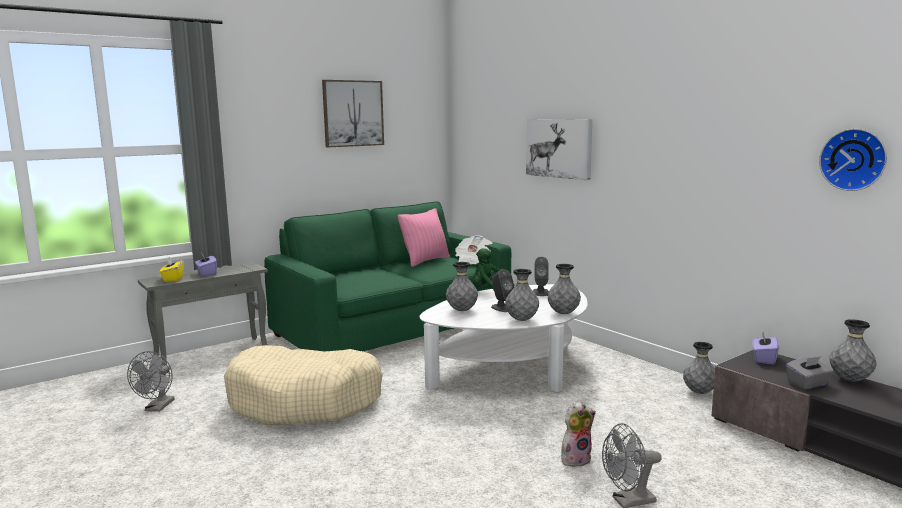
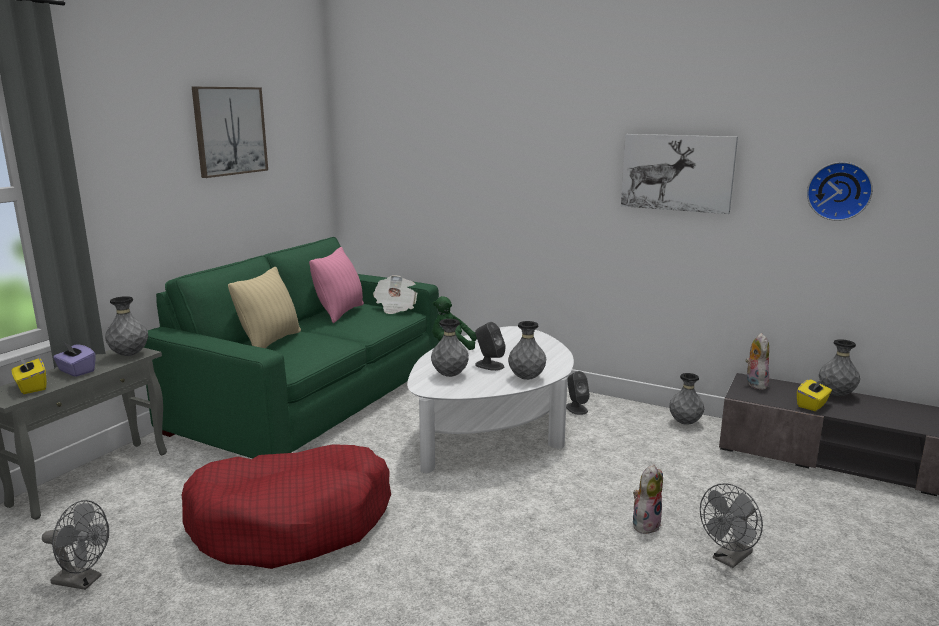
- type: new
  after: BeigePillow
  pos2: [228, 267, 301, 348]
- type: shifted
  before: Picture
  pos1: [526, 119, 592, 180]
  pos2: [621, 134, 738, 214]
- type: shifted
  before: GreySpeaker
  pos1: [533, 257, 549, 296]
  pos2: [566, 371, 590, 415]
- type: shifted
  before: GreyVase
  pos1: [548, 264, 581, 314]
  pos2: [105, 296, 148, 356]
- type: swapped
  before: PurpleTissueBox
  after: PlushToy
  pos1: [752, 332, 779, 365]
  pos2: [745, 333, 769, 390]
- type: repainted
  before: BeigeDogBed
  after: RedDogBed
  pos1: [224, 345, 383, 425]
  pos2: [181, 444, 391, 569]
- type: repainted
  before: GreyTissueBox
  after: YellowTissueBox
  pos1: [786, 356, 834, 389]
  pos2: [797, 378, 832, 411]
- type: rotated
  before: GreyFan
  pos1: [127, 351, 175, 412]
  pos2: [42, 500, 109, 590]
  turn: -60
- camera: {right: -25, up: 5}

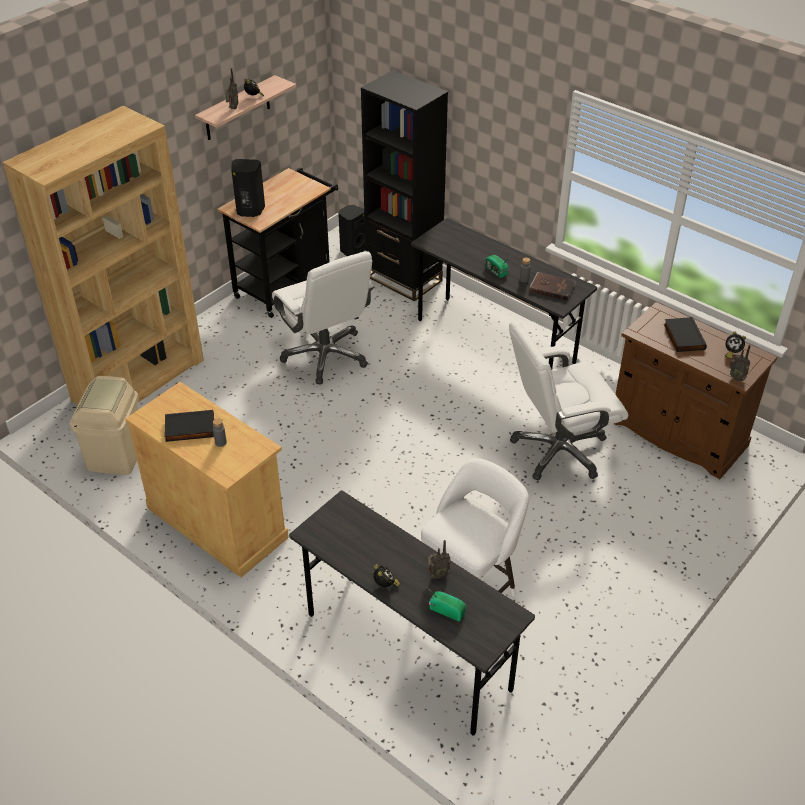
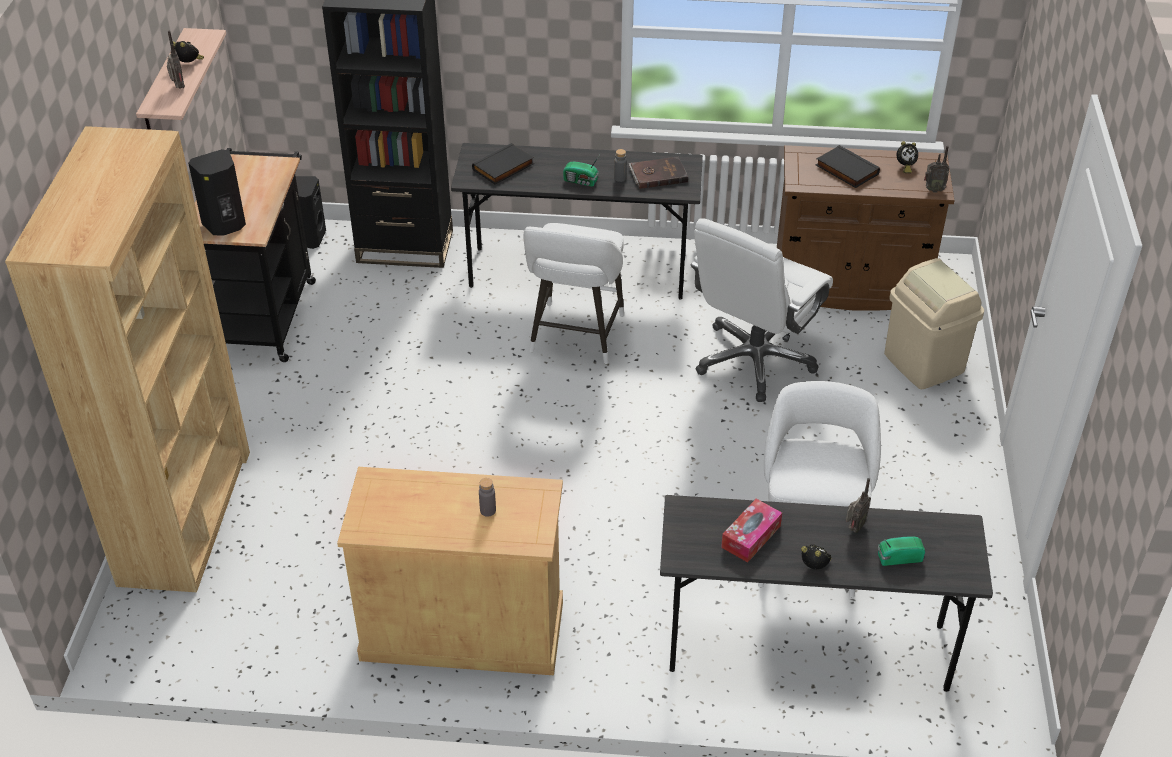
- type: gone
  before: WhiteOfficeChair
  pos1: [272, 251, 374, 384]
- type: new
  after: WhiteStool
  pos2: [523, 223, 624, 364]
- type: new
  after: TissueBox
  pos2: [721, 499, 782, 562]
- type: shifted
  before: BeigeTrashCan
  pos1: [70, 376, 139, 475]
  pos2: [884, 258, 984, 389]
- type: shifted
  before: BlackBook
  pos1: [164, 410, 214, 442]
  pos2: [472, 143, 534, 184]
- camera: {right: -35, up: 0}

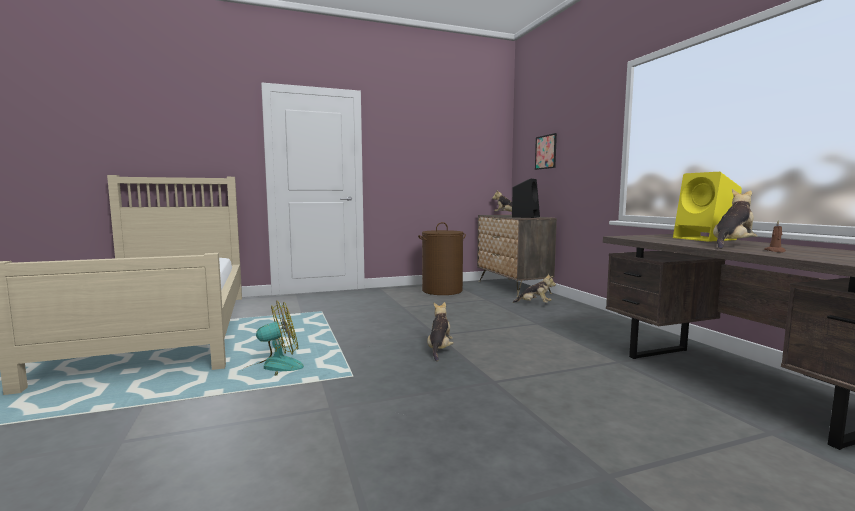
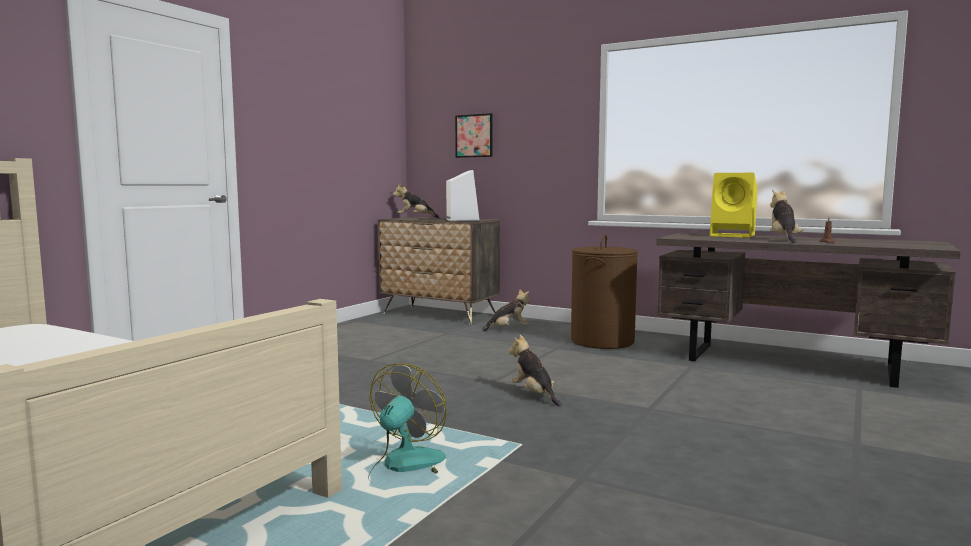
- type: shifted
  before: BrownLaundryBasket
  pos1: [418, 222, 466, 295]
  pos2: [571, 235, 638, 349]
- type: repainted
  before: BlackSpeaker
  after: WhiteSpeaker
  pos1: [512, 178, 540, 218]
  pos2: [446, 170, 480, 221]
- camera: {right: -40, up: 0}

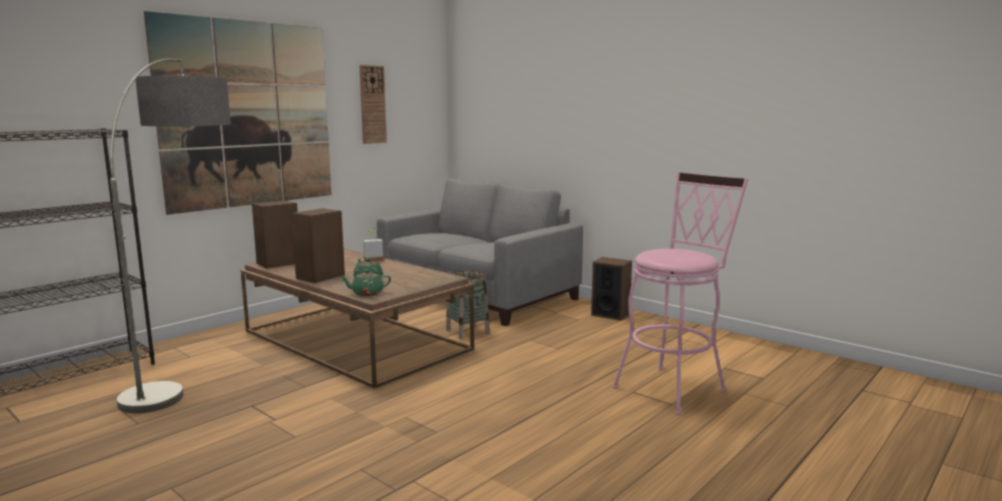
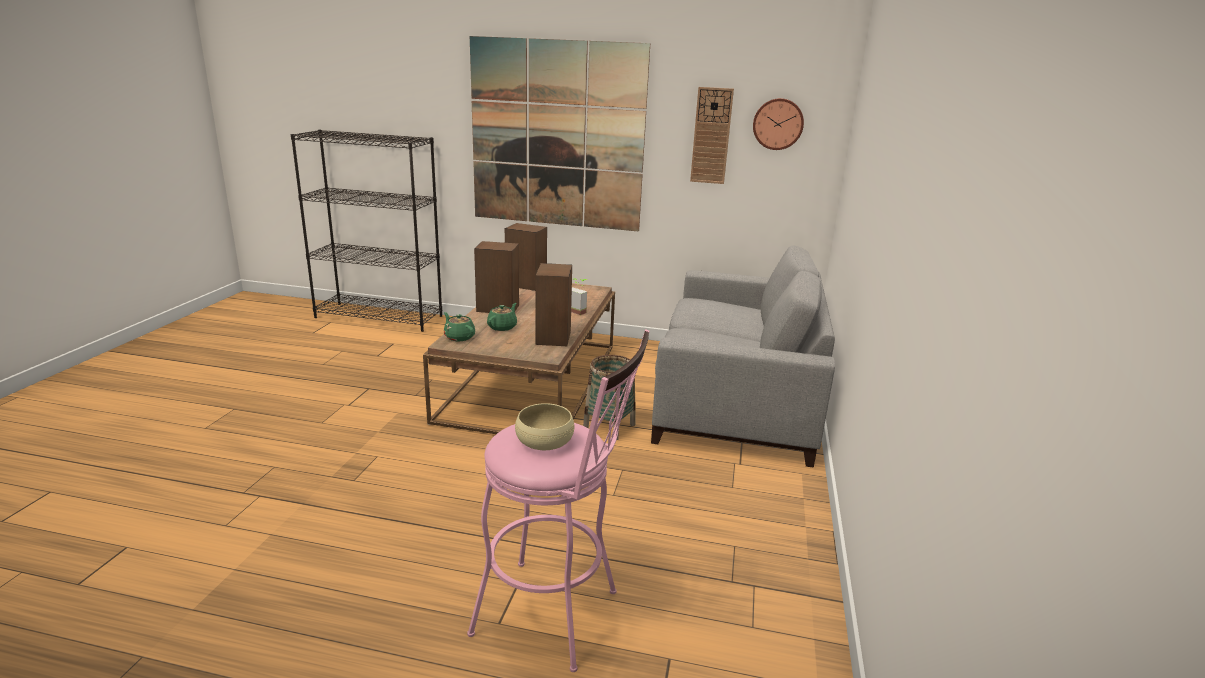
- type: gone
  before: FloorLamp
  pos1: [110, 59, 231, 413]
- type: new
  after: BeigeBowl
  pos2: [515, 403, 574, 450]
- type: new
  after: WallClock
  pos2: [753, 98, 804, 150]
- type: shifted
  before: Speaker
  pos1: [591, 257, 632, 321]
  pos2: [535, 263, 572, 346]
- camera: {right: 60, up: 10}

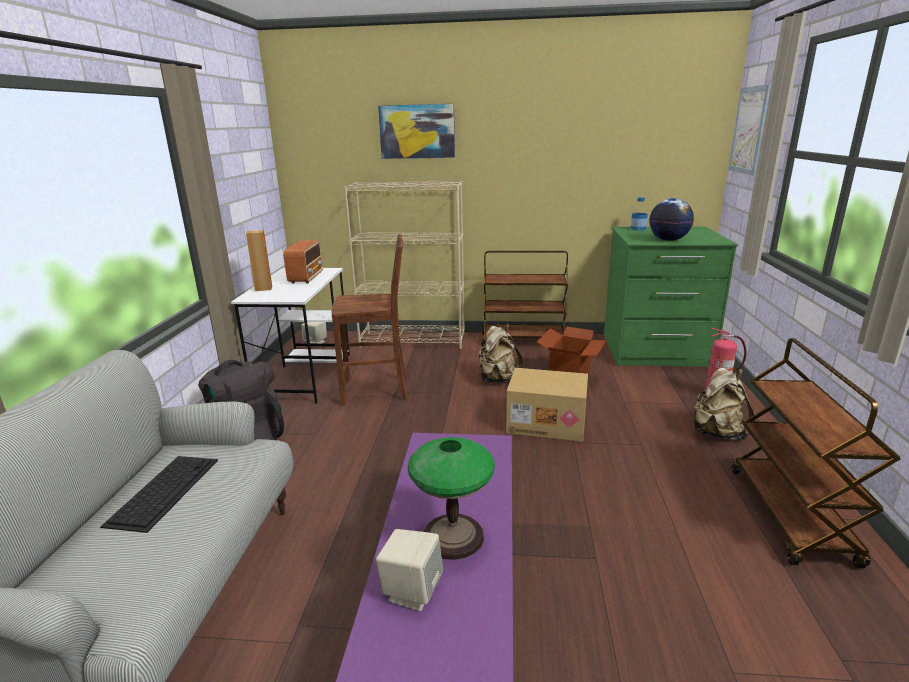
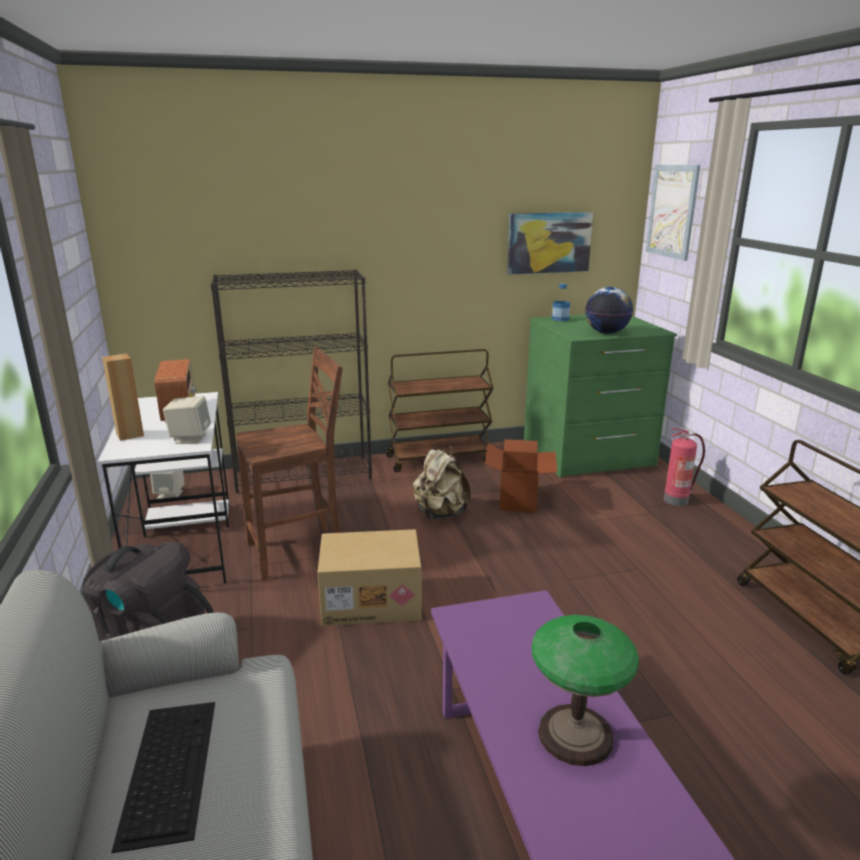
- type: gone
  before: BeigeBackpack
  pos1: [691, 368, 755, 440]
- type: shifted
  before: BeigeSpeaker
  pos1: [376, 529, 443, 611]
  pos2: [163, 396, 211, 444]
- type: shifted
  before: Picture
  pos1: [378, 104, 455, 159]
  pos2: [507, 212, 593, 275]
- type: shifted
  before: CardboardBox
  pos1: [506, 368, 588, 442]
  pos2: [317, 529, 422, 626]
- type: repainted
  before: BeigeBookcase
  after: BlackBookcase
  pos1: [344, 181, 465, 349]
  pos2: [211, 269, 372, 493]
- camera: {right: -20, up: 0}

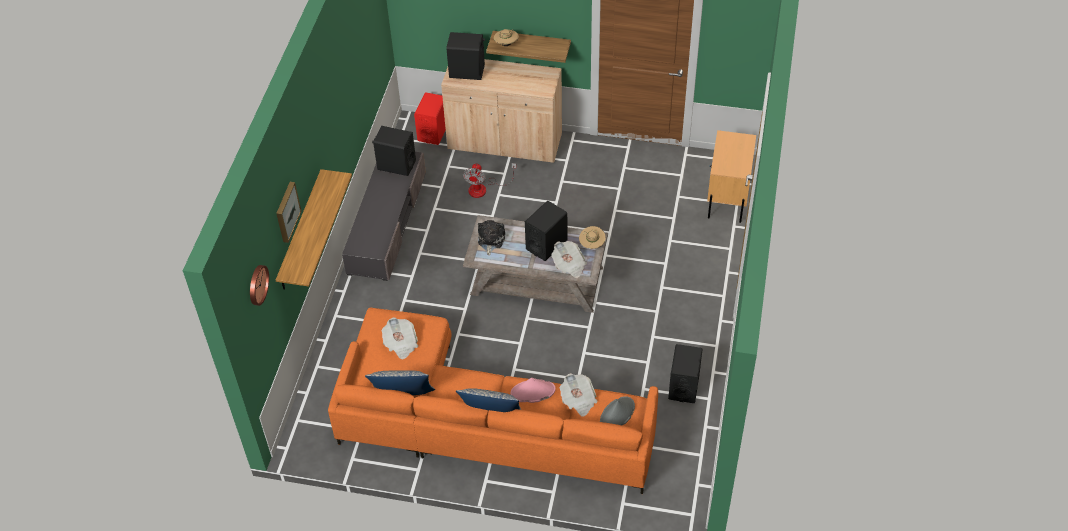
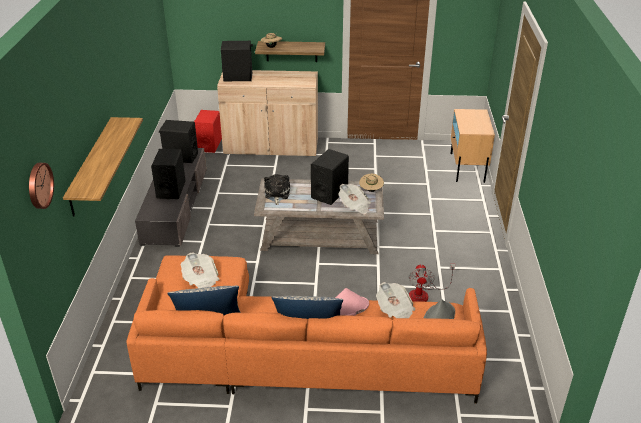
- type: gone
  before: Picture
  pos1: [276, 182, 301, 243]
- type: shifted
  before: Fan
  pos1: [463, 163, 516, 198]
  pos2: [409, 264, 455, 302]
- type: shifted
  before: BlackSpeaker
  pos1: [668, 344, 703, 403]
  pos2: [151, 149, 186, 199]
- camera: {right: -10, up: -15}

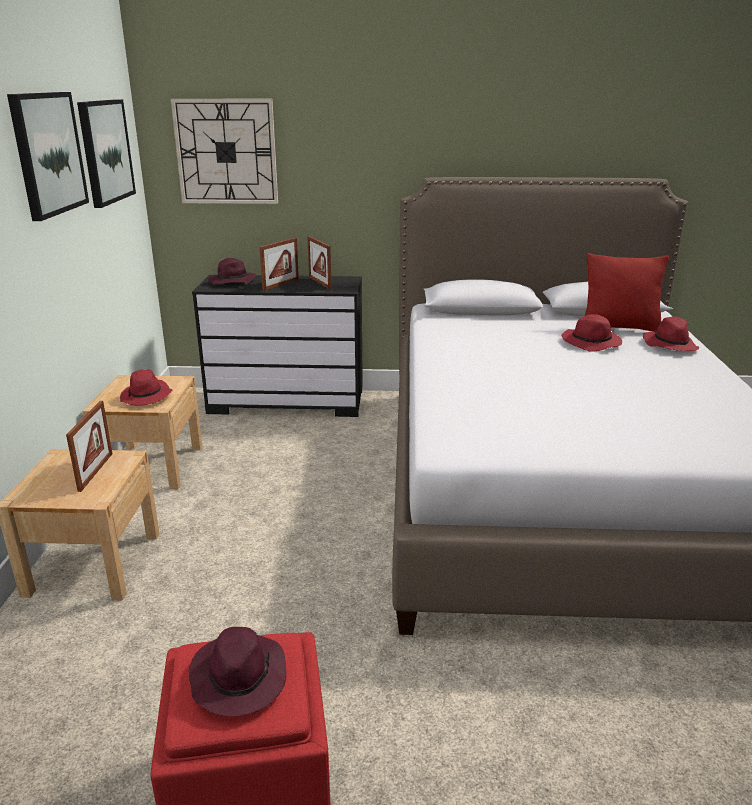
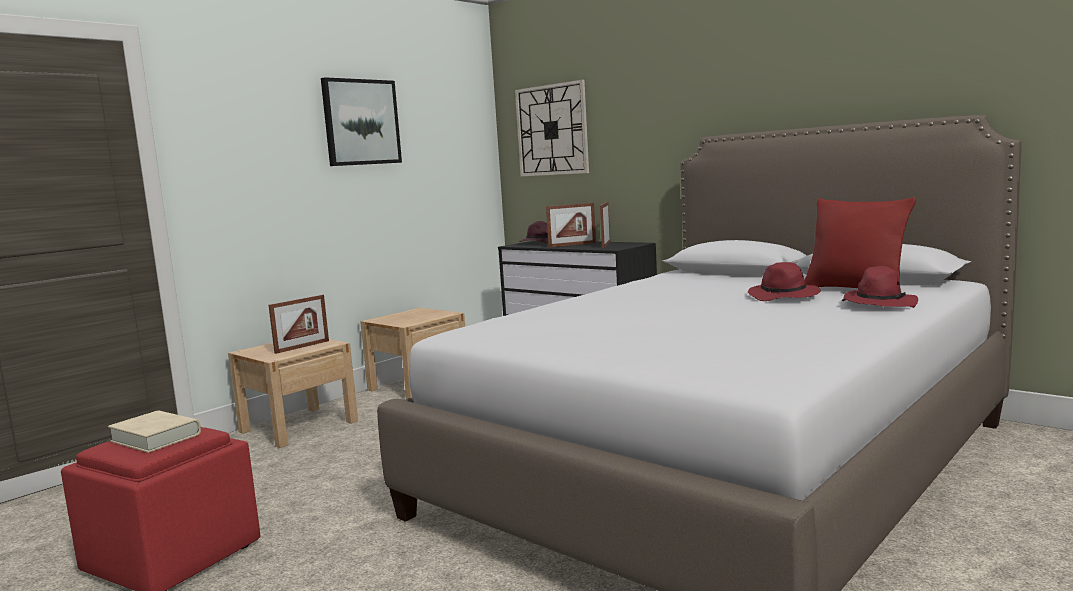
- type: gone
  before: Picture
  pos1: [77, 99, 136, 208]
- type: gone
  before: RedHat
  pos1: [120, 369, 172, 405]
- type: swapped
  before: PurpleHat
  after: BeigeBook
  pos1: [189, 627, 286, 716]
  pos2: [108, 410, 201, 453]
- camera: {right: 40, up: -15}

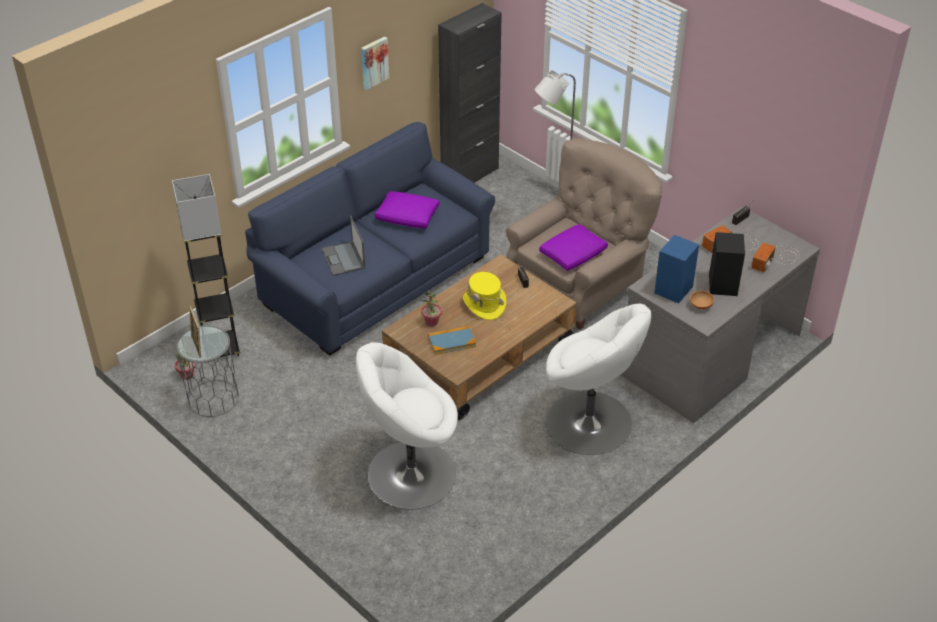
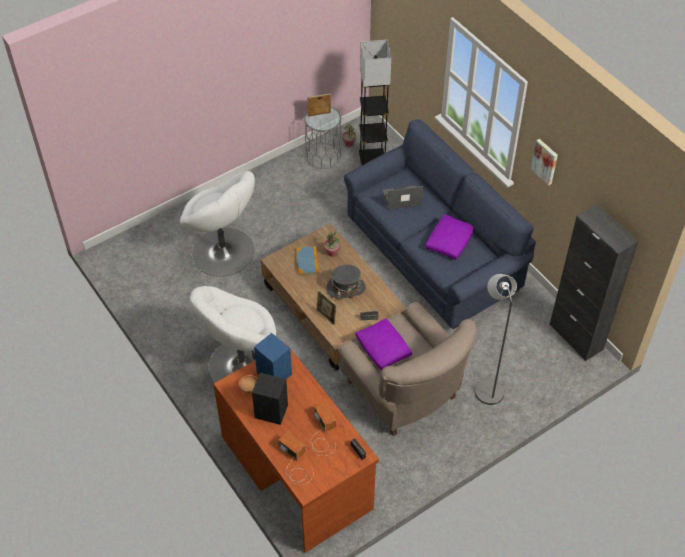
- type: new
  after: PictureFrame
  pos2: [316, 289, 337, 325]
- type: repainted
  before: YellowHat
  after: GreyHat
  pos1: [463, 272, 506, 320]
  pos2: [326, 264, 366, 299]
- type: repainted
  before: GreyDesk
  after: BrownDesk
  pos1: [621, 206, 820, 423]
  pos2: [213, 343, 379, 553]
- type: rotated
  before: WhiteArmchair
  pos1: [356, 342, 458, 509]
  pos2: [180, 171, 255, 277]
  turn: 135
- camera: {right: 100, up: 10}

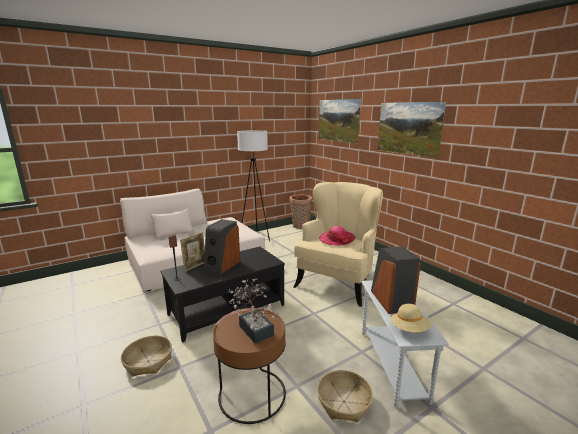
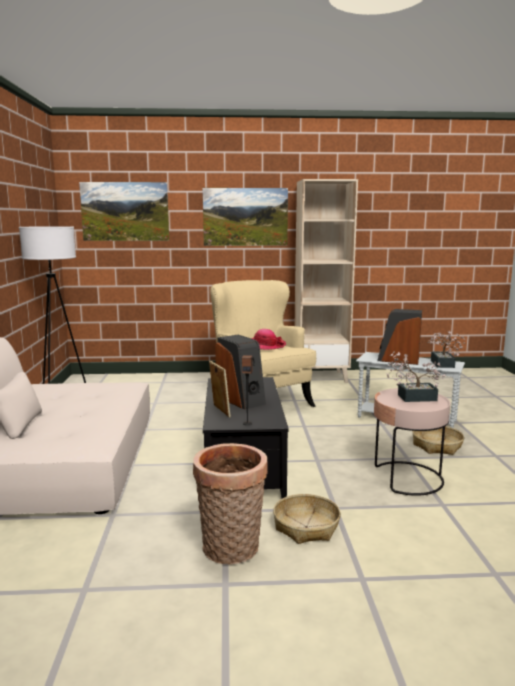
- type: new
  after: BeigeBookcase
  pos2: [295, 179, 358, 384]
- type: shifted
  before: Basket
  pos1: [289, 195, 312, 229]
  pos2: [193, 443, 268, 564]
- type: swapped
  before: BeigeHat
  after: PottedPlant
  pos1: [390, 303, 432, 333]
  pos2: [428, 331, 466, 368]
- type: repainted
  before: BrownSideTable
  after: PinkSideTable
  pos1: [213, 308, 286, 424]
  pos2: [374, 388, 450, 496]
- camera: {right: -60, up: -5}

